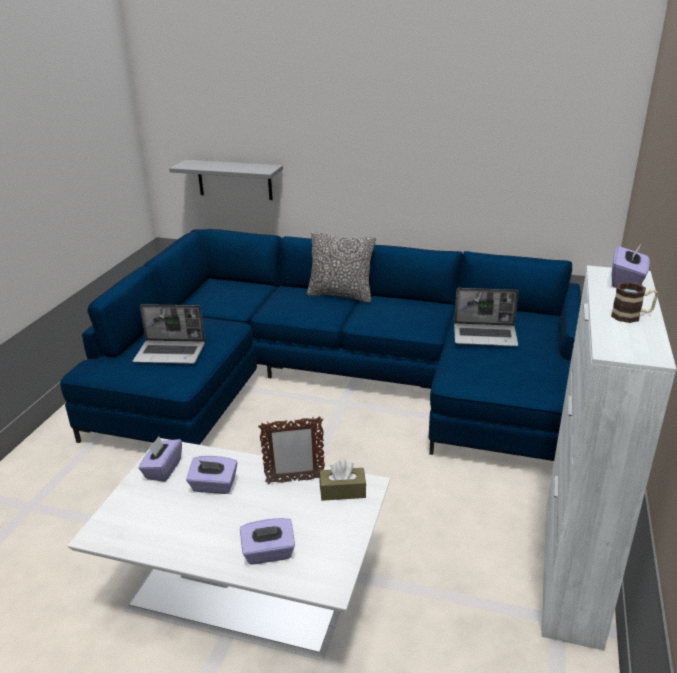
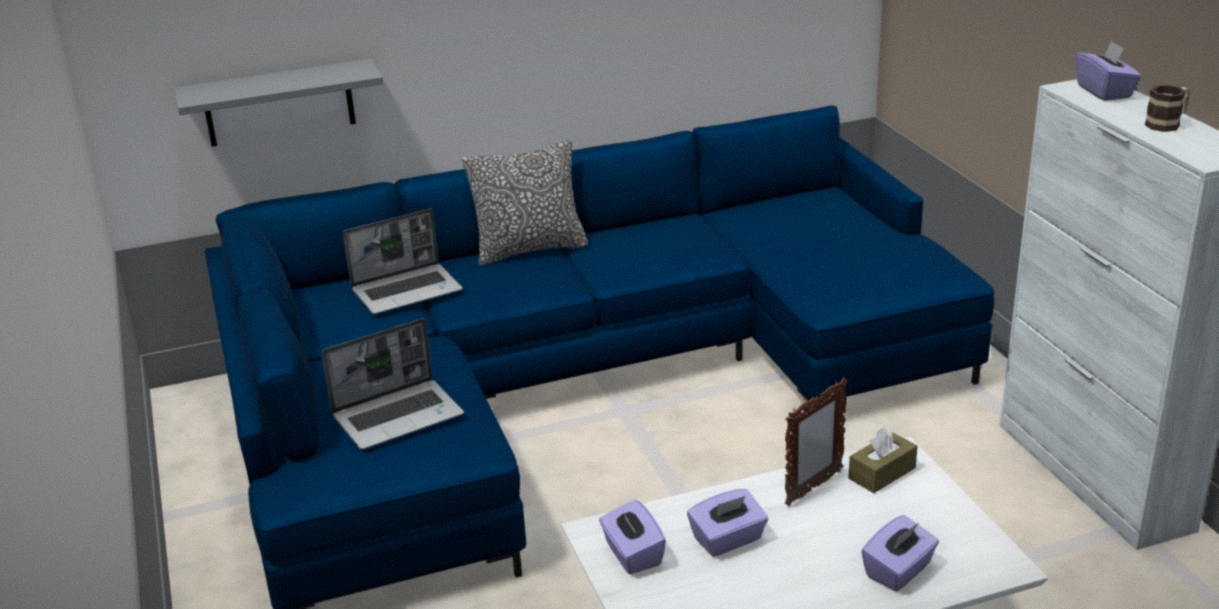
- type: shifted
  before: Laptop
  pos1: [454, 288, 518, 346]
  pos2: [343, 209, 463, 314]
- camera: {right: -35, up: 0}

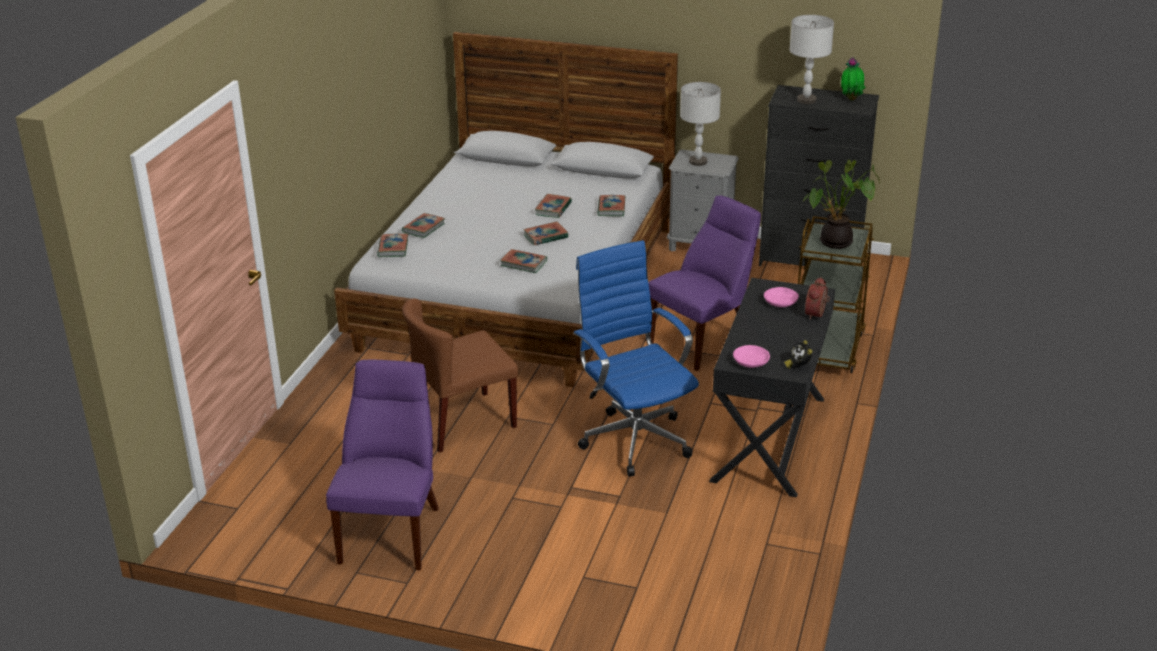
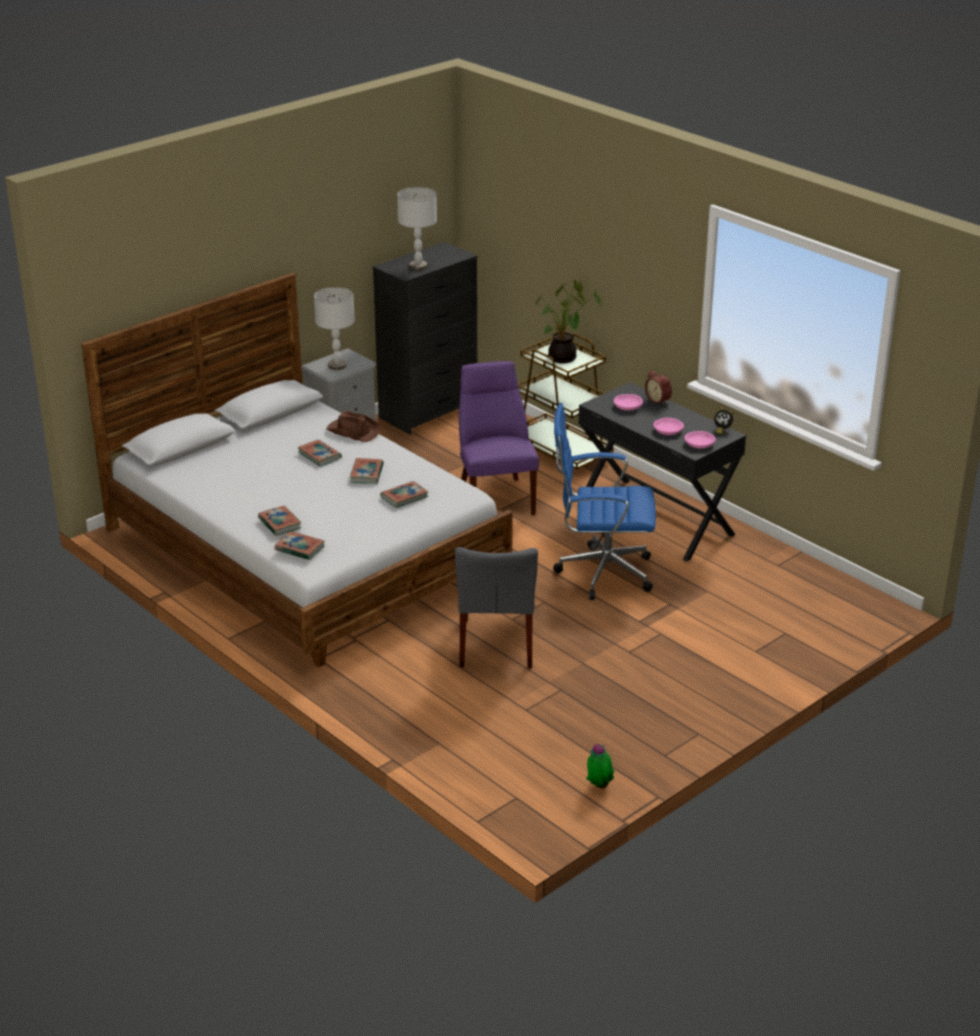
- type: gone
  before: PurpleChair
  pos1: [326, 360, 439, 570]
- type: new
  after: PinkBowl
  pos2: [653, 417, 684, 435]
- type: shifted
  before: PottedPlant
  pos1: [841, 57, 866, 101]
  pos2: [586, 744, 615, 789]
- type: swapped
  before: Book
  after: BrownHat
  pos1: [597, 195, 625, 216]
  pos2: [326, 411, 381, 442]
- type: repainted
  before: BrownChair
  after: GreyChair
  pos1: [402, 298, 518, 453]
  pos2: [455, 547, 538, 668]
- camera: {right: -60, up: 0}

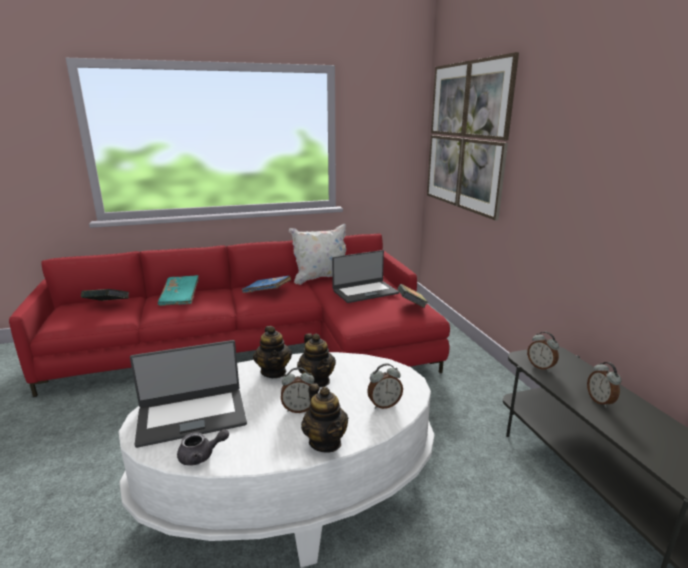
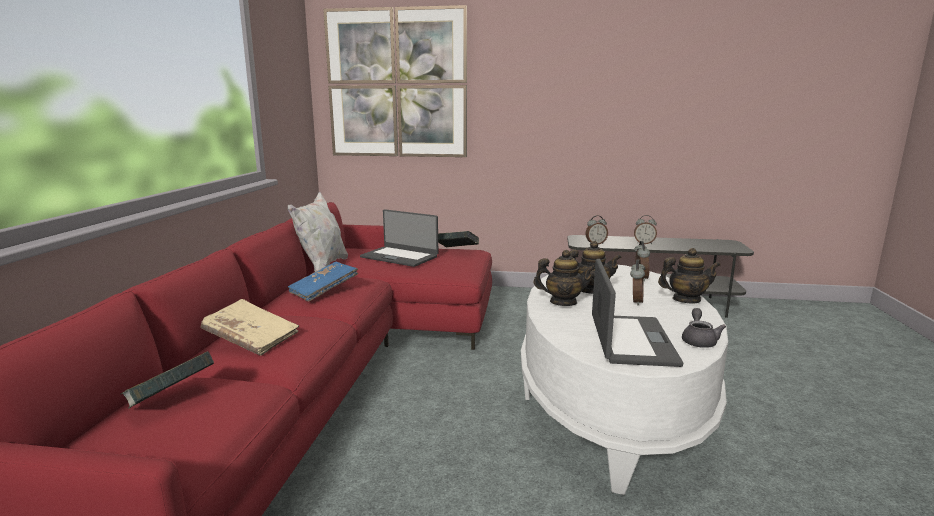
- type: repainted
  before: TurquoiseBook
  after: BeigeBook
  pos1: [158, 275, 199, 306]
  pos2: [201, 299, 299, 356]
- type: rotated
  before: Laptop
  pos1: [332, 250, 399, 303]
  pos2: [360, 209, 438, 267]
  turn: 120
- camera: {right: -65, up: -5}

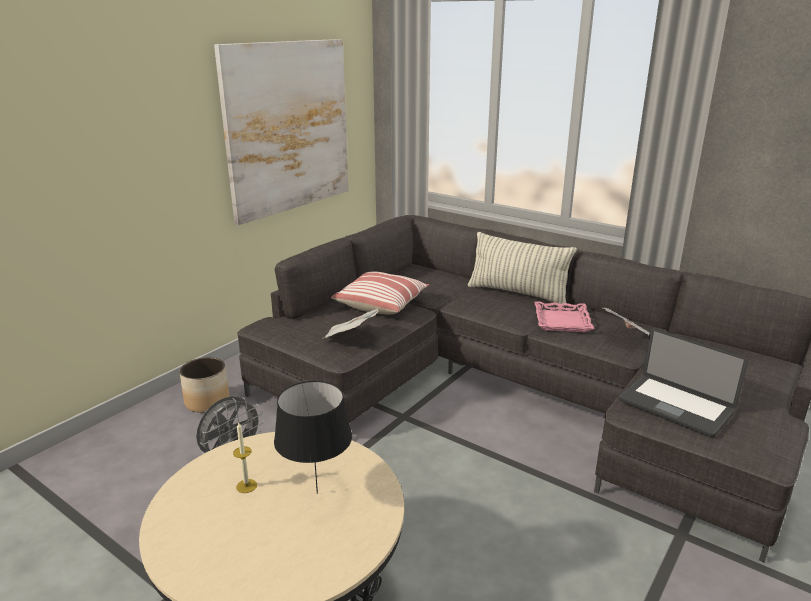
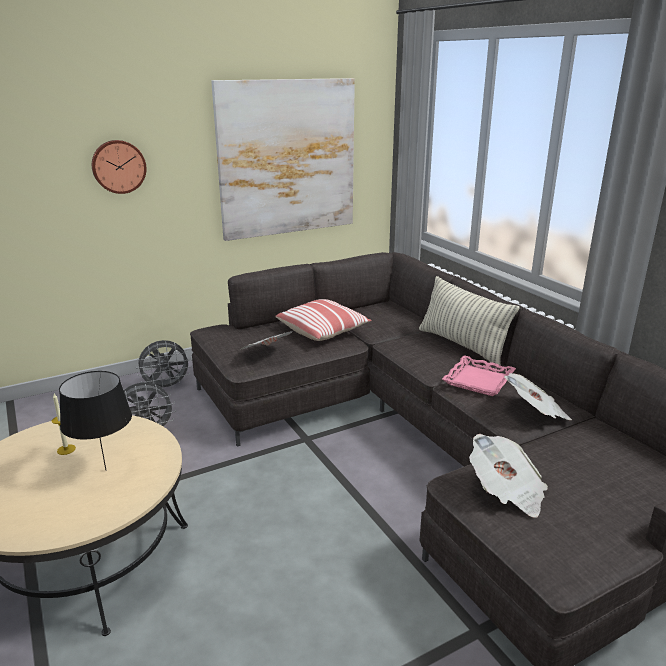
- type: new
  after: WallClock
  pos2: [92, 140, 146, 194]
- type: swapped
  before: Planter
  after: GreyFan
  pos1: [179, 357, 230, 413]
  pos2: [136, 340, 192, 390]
- type: swapped
  before: Laptop
  after: Newspaper
  pos1: [619, 328, 748, 438]
  pos2: [469, 434, 548, 518]
- camera: {right: 25, up: 0}

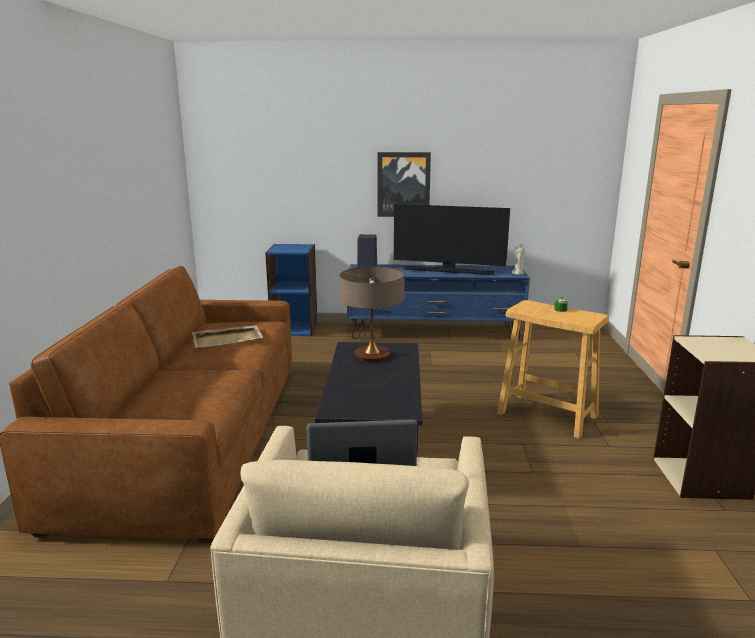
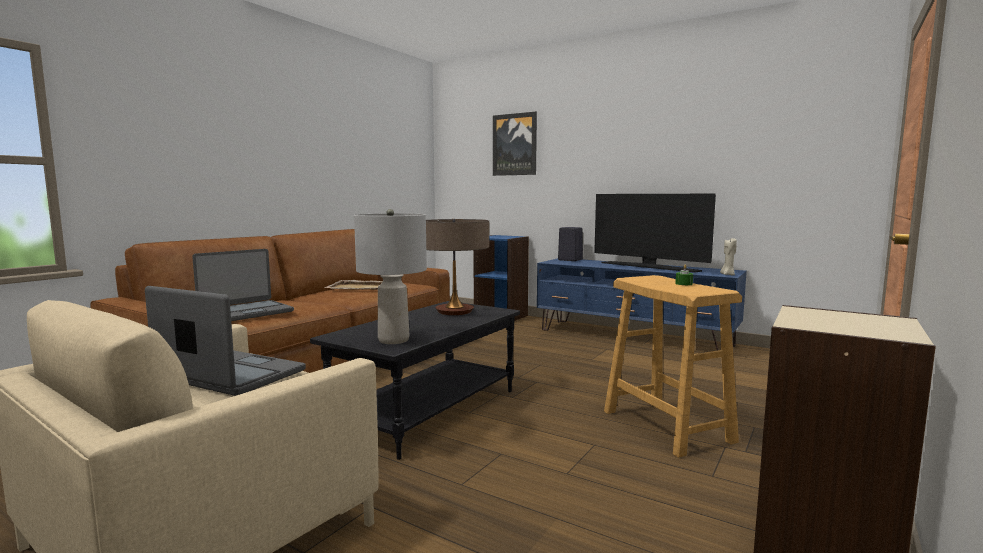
- type: new
  after: Laptop
  pos2: [192, 249, 294, 321]
- type: new
  after: GreyTableLamp
  pos2: [354, 209, 427, 344]
- type: shifted
  before: Picture
  pos1: [378, 152, 431, 217]
  pos2: [493, 112, 537, 176]
- camera: {right: 30, up: -10}

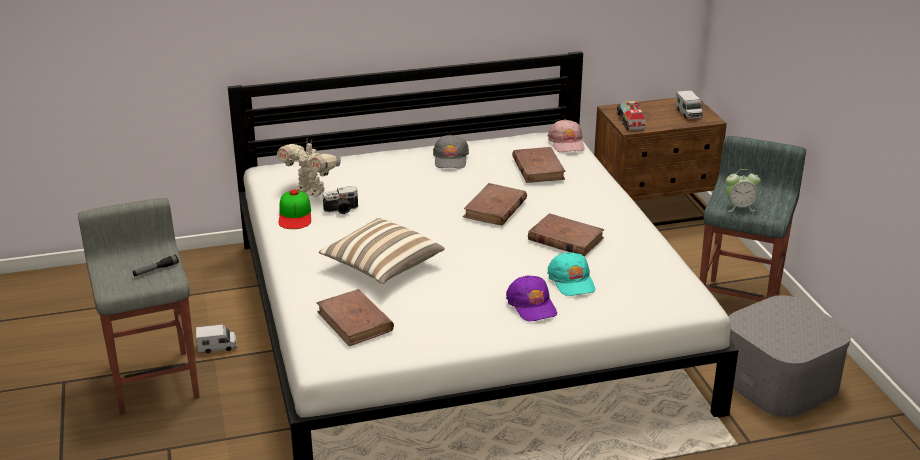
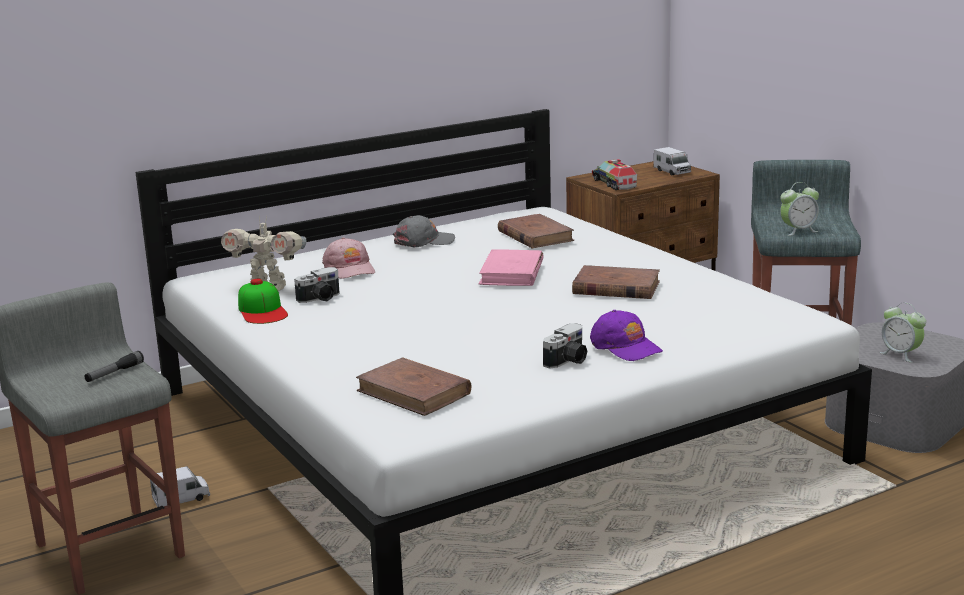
- type: gone
  before: Pillow
  pos1: [319, 218, 445, 284]
- type: gone
  before: TurquoiseCap
  pos1: [547, 252, 595, 296]
- type: new
  after: PhotoCamera
  pos2: [543, 323, 588, 369]
- type: new
  after: AlarmClock
  pos2: [879, 302, 926, 363]
- type: shifted
  before: PinkCap
  pos1: [548, 119, 585, 152]
  pos2: [322, 237, 375, 279]
- type: repainted
  before: BrownBook
  after: PinkBook
  pos1: [463, 183, 527, 226]
  pos2: [479, 249, 543, 286]
- type: rotated
  before: GreyCap
  pos1: [433, 134, 469, 169]
  pos2: [393, 215, 455, 247]
  turn: -90
- camera: {right: -15, up: -10}

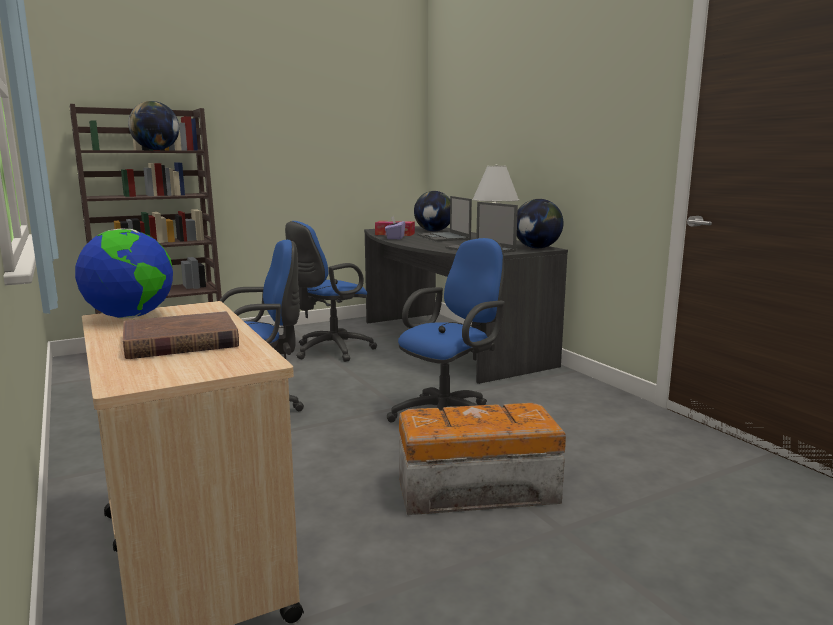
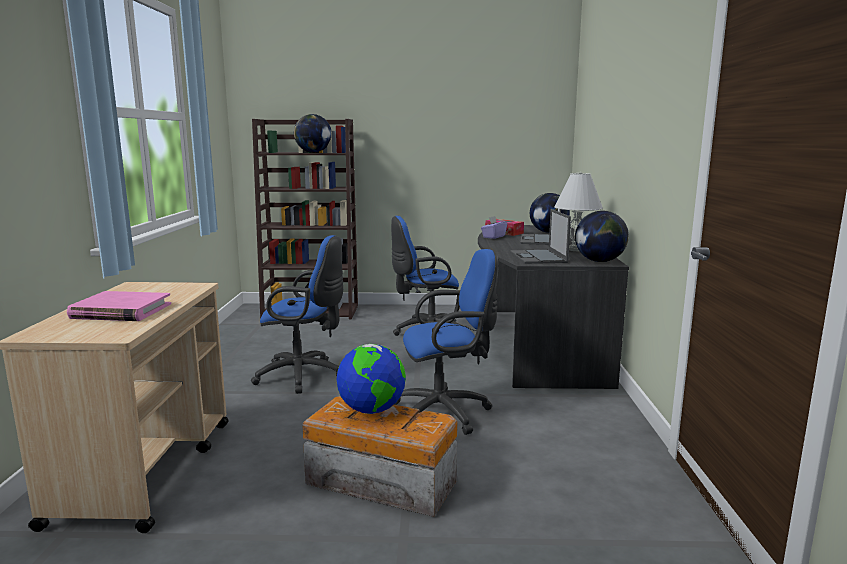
- type: shifted
  before: Globe
  pos1: [75, 228, 173, 318]
  pos2: [336, 344, 406, 414]
- type: repainted
  before: BrownBook
  after: PinkBook
  pos1: [123, 311, 239, 359]
  pos2: [67, 291, 171, 321]
- camera: {right: 30, up: 0}

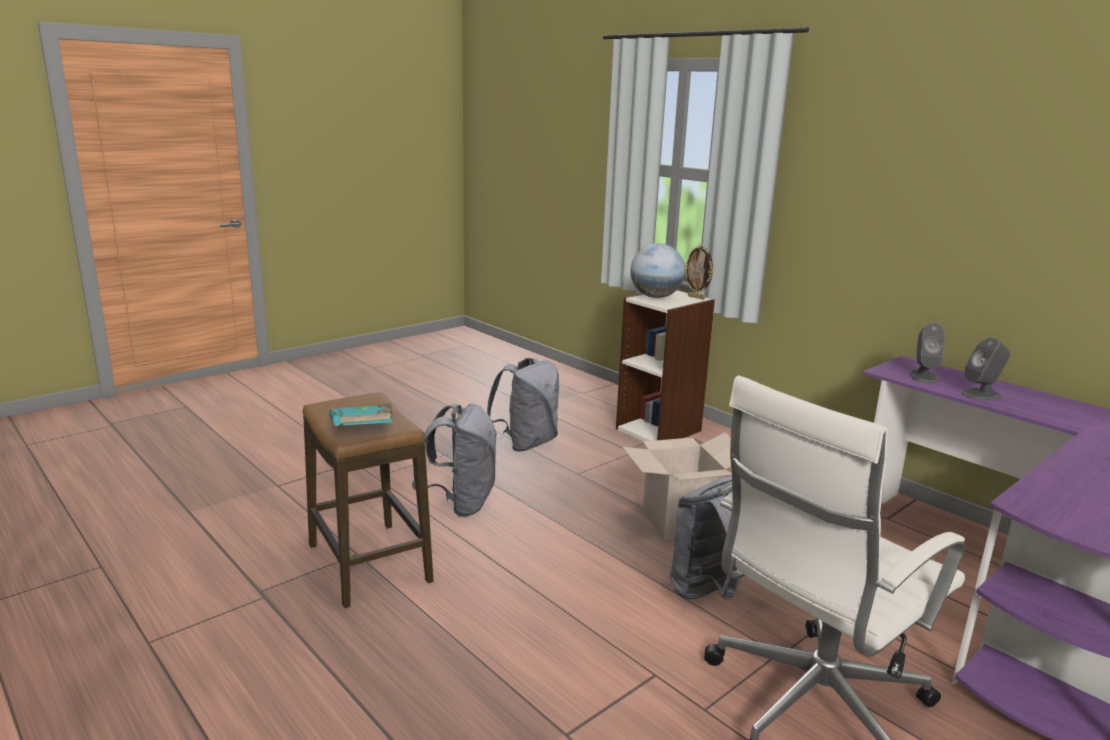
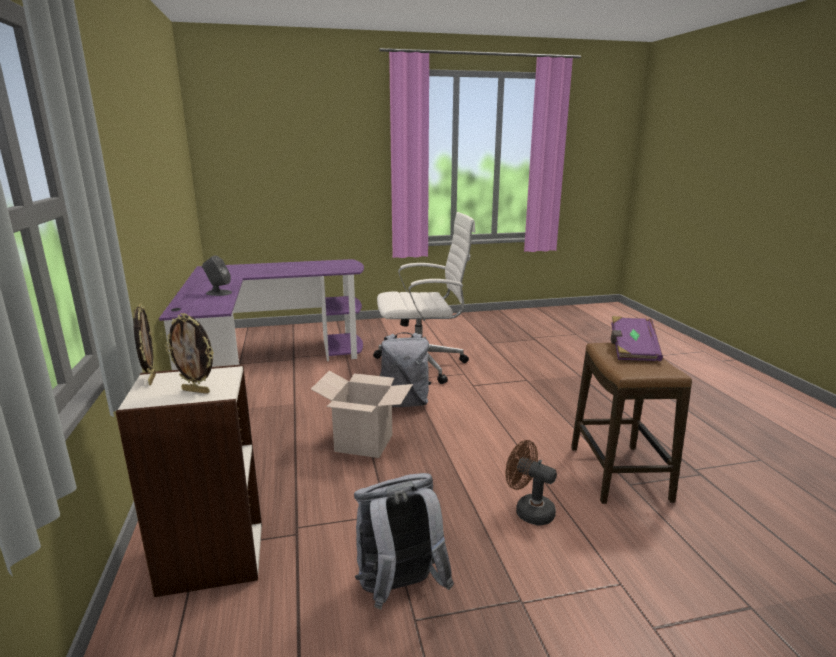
- type: gone
  before: GreySpeaker
  pos1: [909, 323, 945, 383]
- type: swapped
  before: GreyBackpack
  after: BrownFan
  pos1: [412, 404, 497, 517]
  pos2: [506, 440, 557, 525]
- type: swapped
  before: Globe
  after: PictureFrame
  pos1: [630, 243, 685, 298]
  pos2: [165, 313, 214, 394]
- type: repainted
  before: TurquoiseBook
  after: PurpleBook
  pos1: [329, 403, 393, 426]
  pos2: [611, 316, 663, 361]
- camera: {right: -150, up: 0}

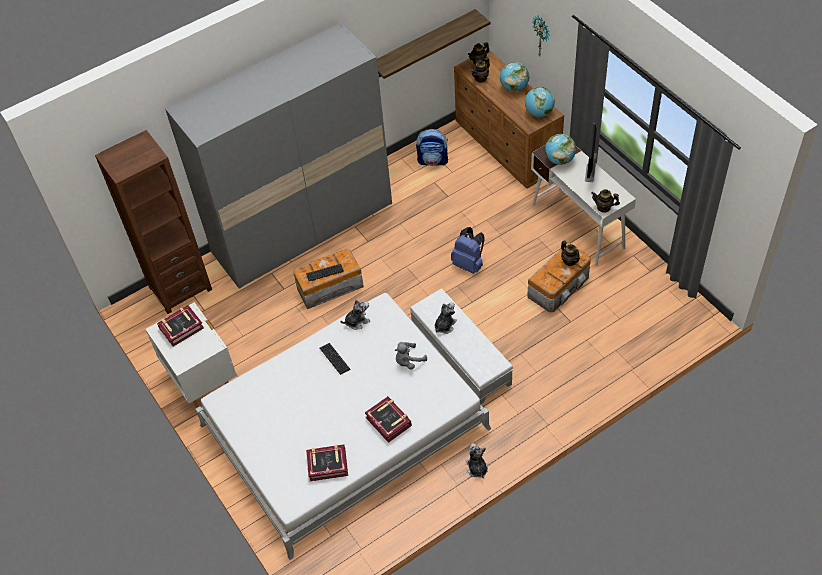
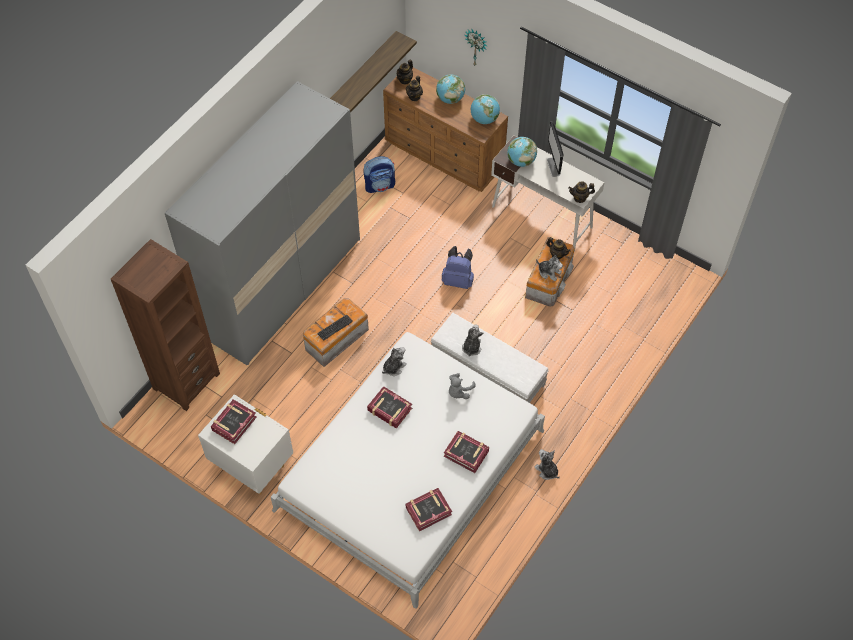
- type: new
  after: PlushToy
  pos2: [536, 255, 563, 281]
- type: swapped
  before: Keyboard
  after: Book
  pos1: [320, 343, 350, 375]
  pos2: [367, 386, 412, 428]
- camera: {right: -25, up: 5}

